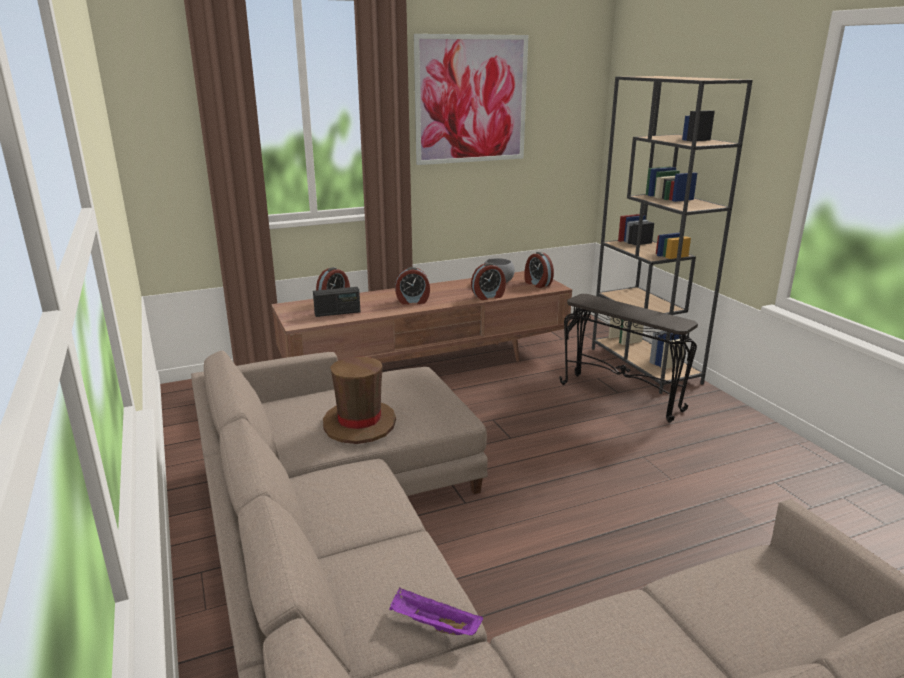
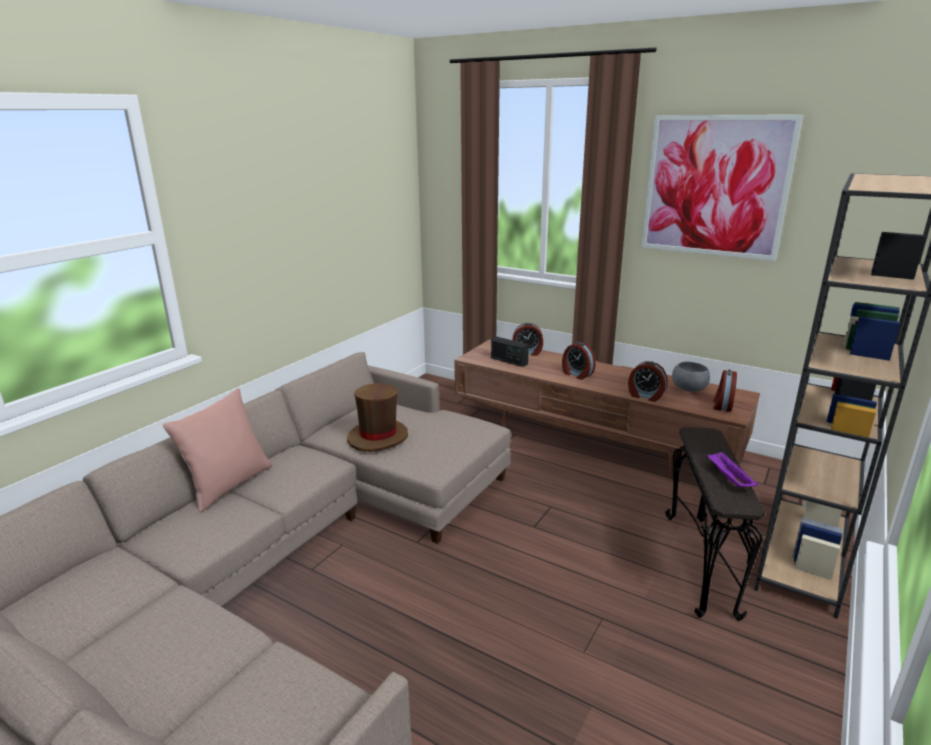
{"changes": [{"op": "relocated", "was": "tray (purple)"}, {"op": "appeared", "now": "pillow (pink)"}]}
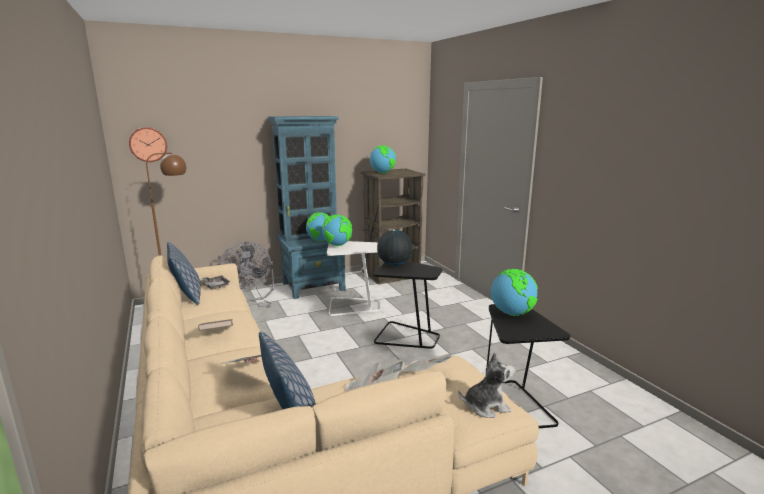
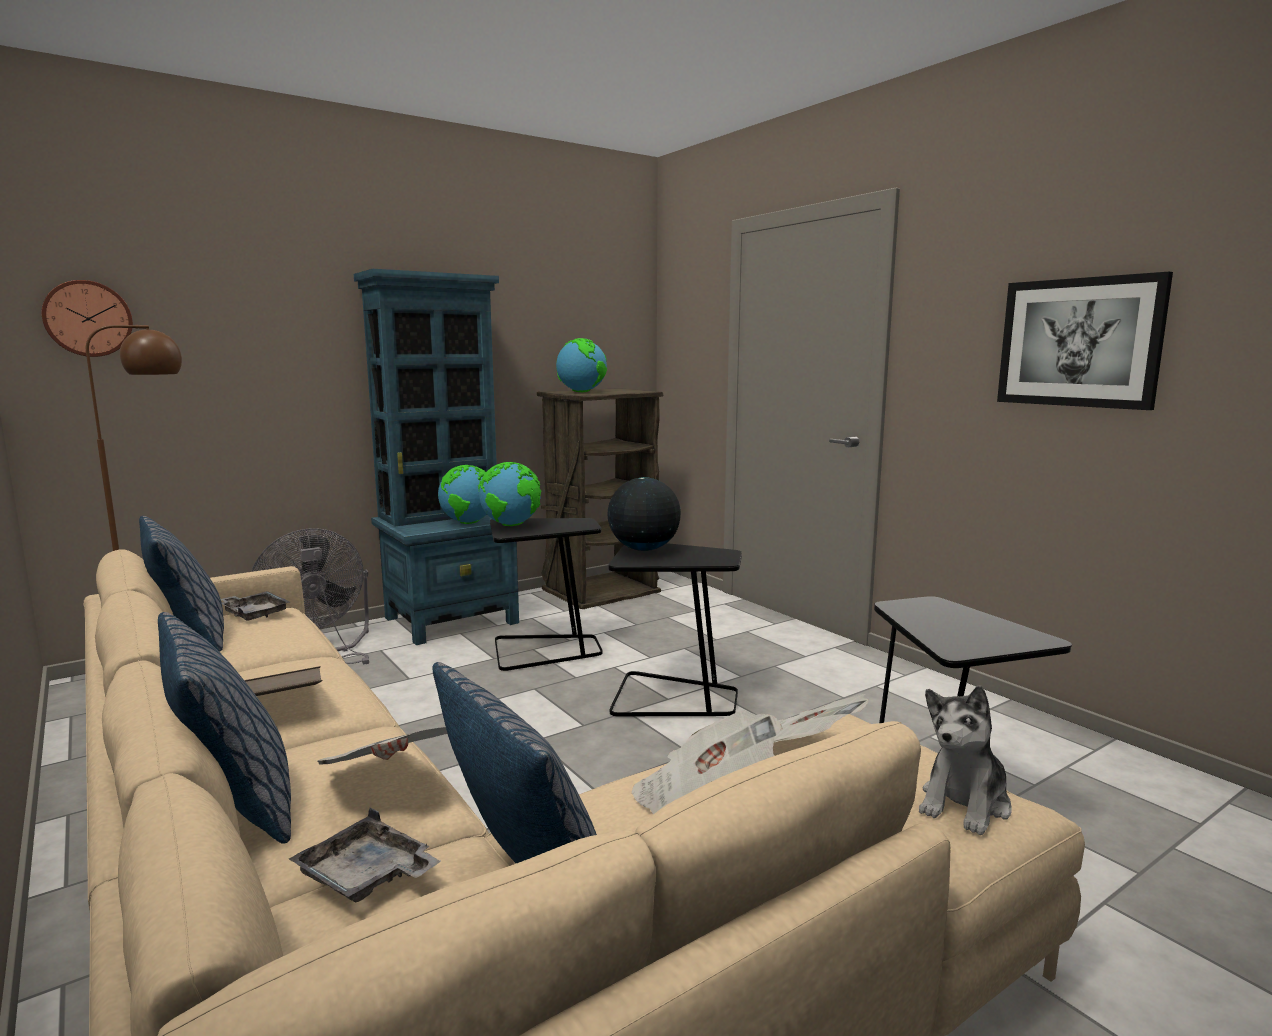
{"changes": [{"op": "colour", "was": "side table (white)", "now": "side table (black) (no. 1 from left)"}, {"op": "missing", "was": "globe (no. 5 from left)"}, {"op": "spun", "was": "plush toy", "clockwise": 150}, {"op": "appeared", "now": "picture"}, {"op": "appeared", "now": "pillow (no. 2 from left)"}, {"op": "appeared", "now": "tray (grey) (no. 2 from left)"}]}
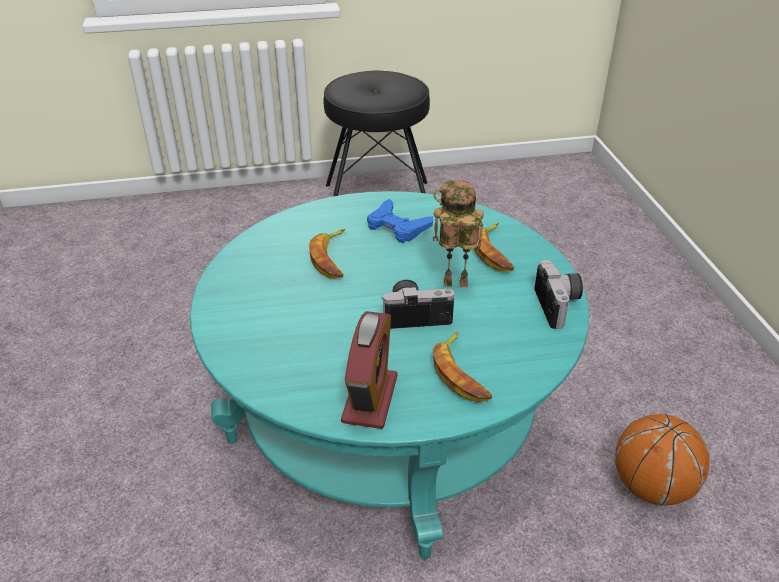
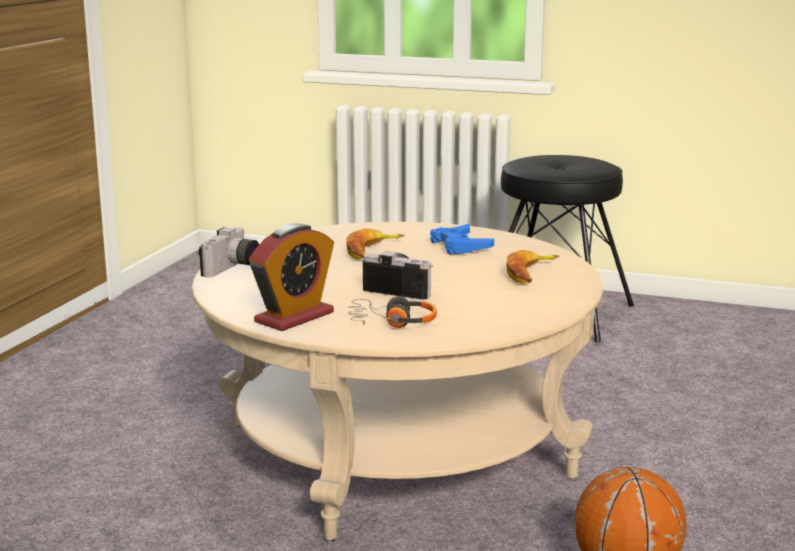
{"changes": [{"op": "missing", "was": "toy robot"}, {"op": "colour", "was": "coffee table (turquoise)", "now": "coffee table (beige)"}, {"op": "relocated", "was": "photo camera (no. 2 from left in the first image)", "now": "photo camera (no. 1 from left)"}, {"op": "exchanged", "was": "banana (no. 2 from left)", "now": "headphones"}]}
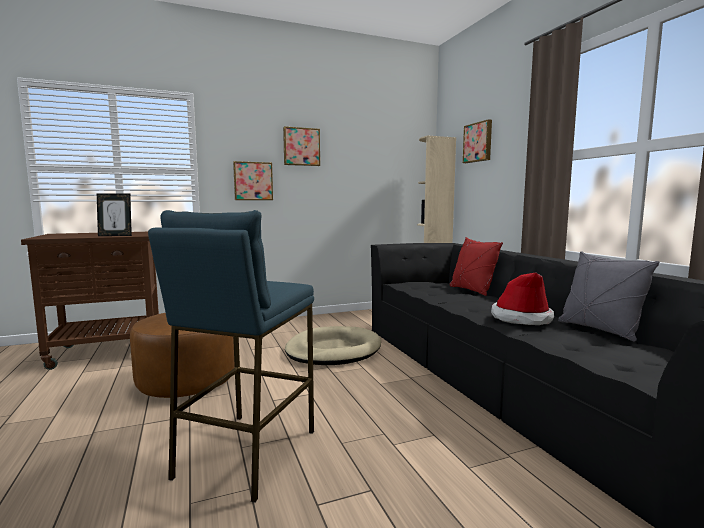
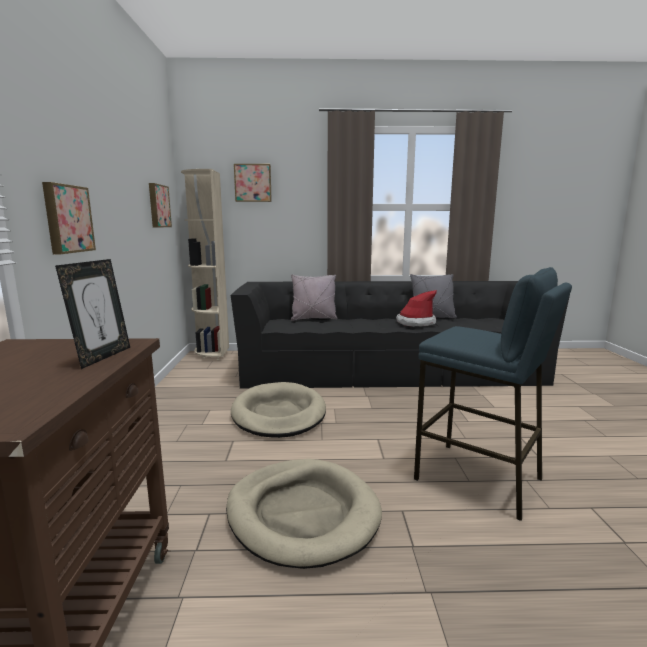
{"changes": [{"op": "relocated", "was": "picture (no. 2 from left)"}, {"op": "colour", "was": "pillow (red)", "now": "pillow (purple)"}, {"op": "exchanged", "was": "ottoman (brown)", "now": "dog bed (beige) (no. 2 from left)"}]}
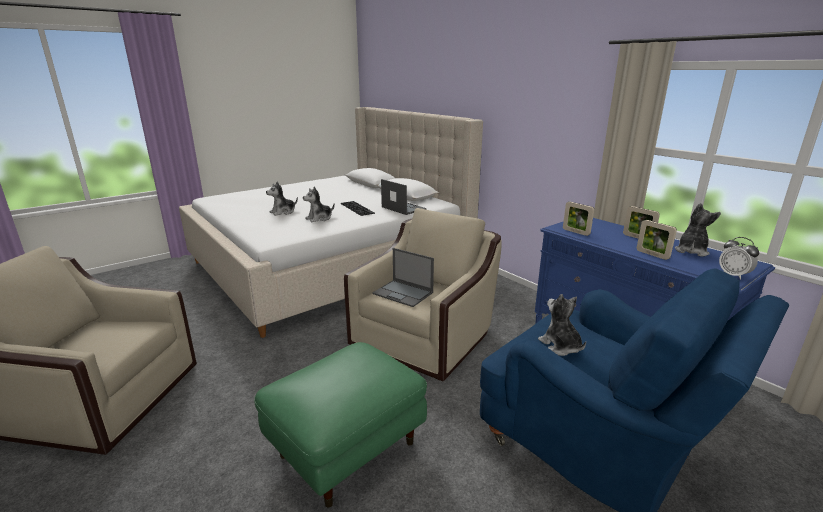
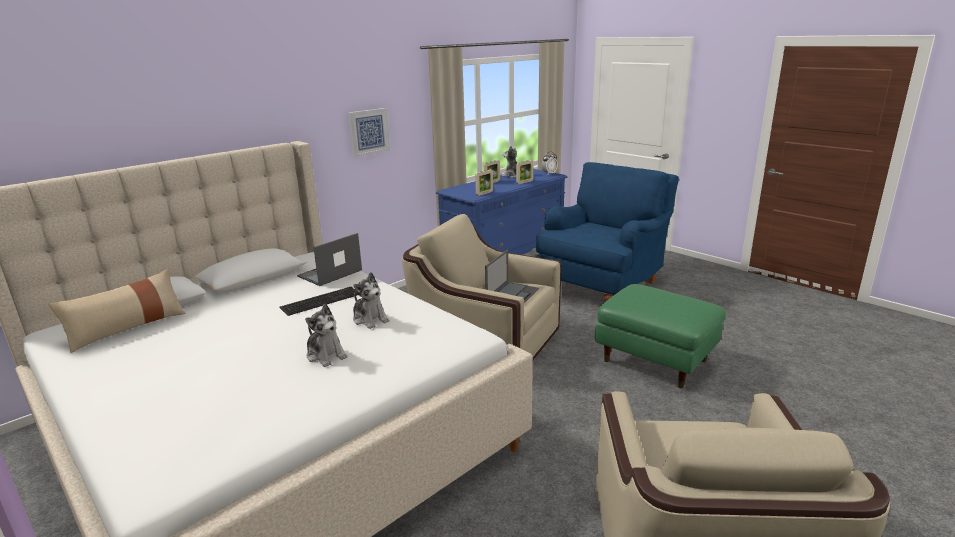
{"changes": [{"op": "missing", "was": "plush toy (no. 3 from left)"}, {"op": "appeared", "now": "picture"}, {"op": "appeared", "now": "pillow (beige)"}]}
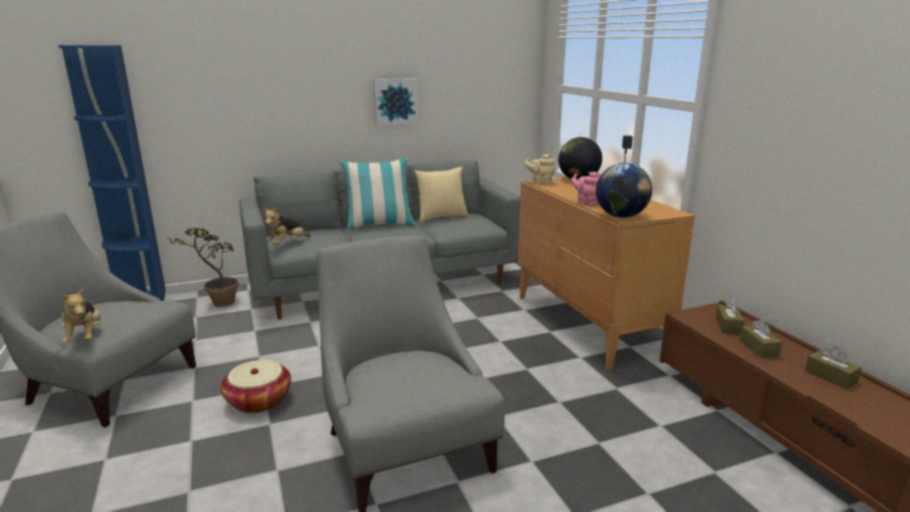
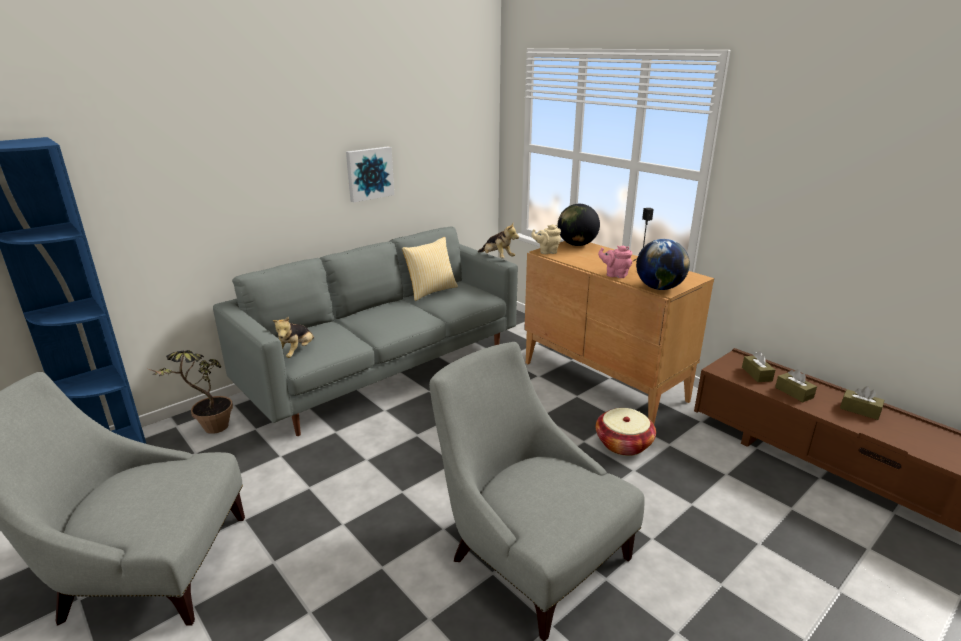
{"changes": [{"op": "missing", "was": "pillow (no. 1 from left)"}, {"op": "relocated", "was": "plush toy (no. 1 from left in the first image)", "now": "plush toy (no. 2 from left)"}, {"op": "relocated", "was": "basket"}]}
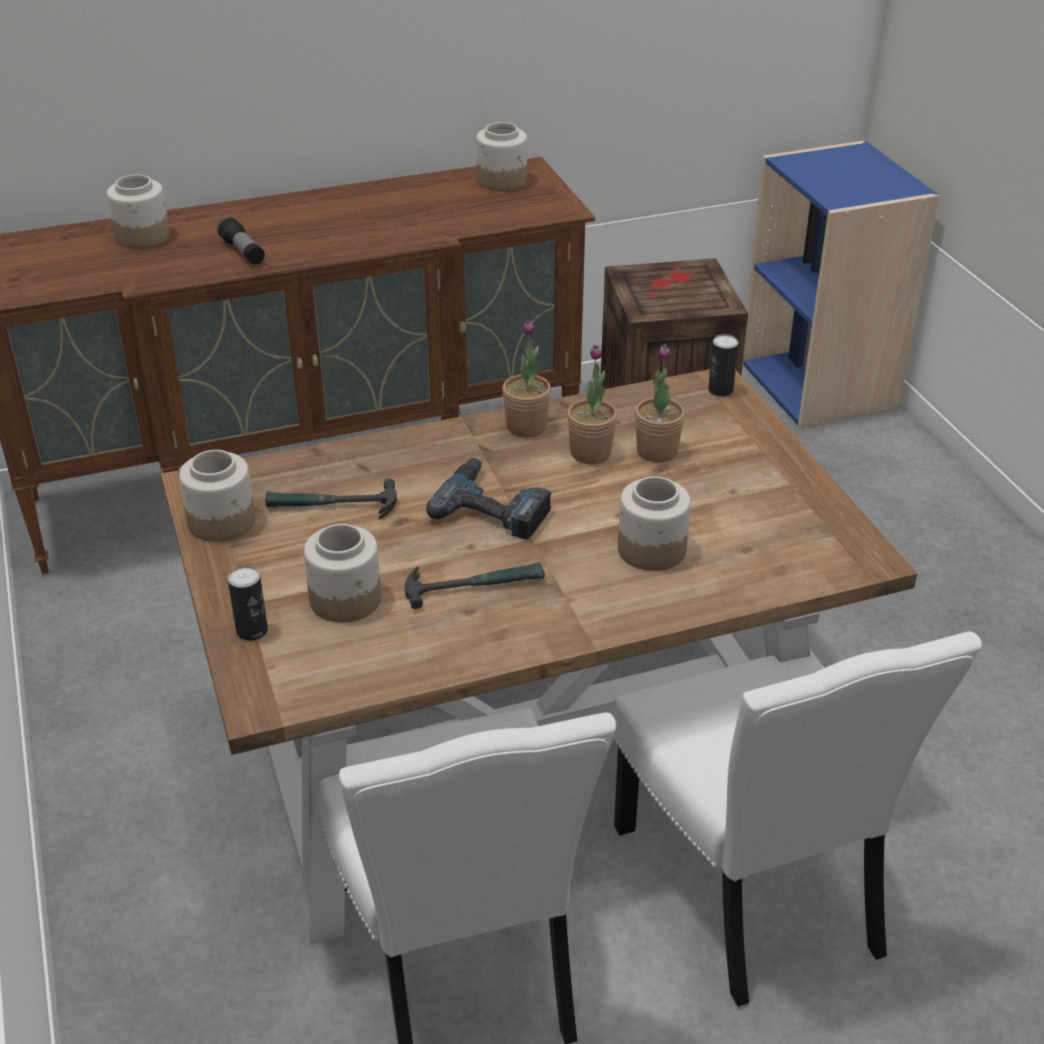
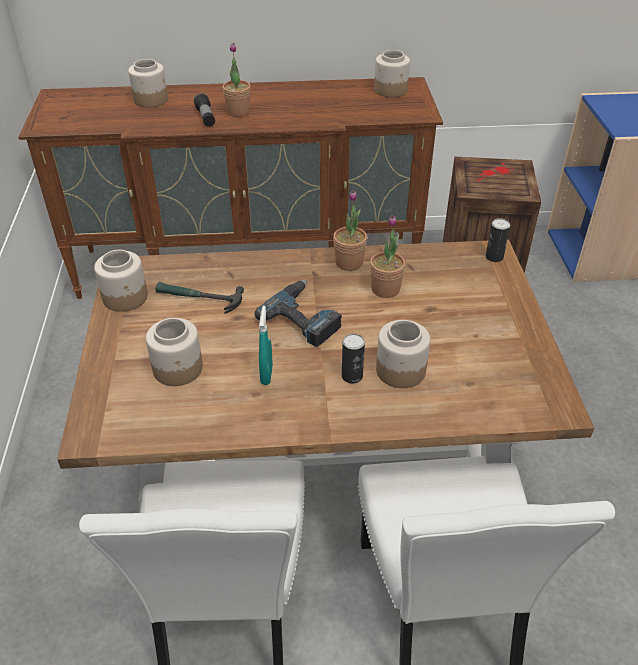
{"changes": [{"op": "relocated", "was": "potted plant (no. 3 from left in the first image)", "now": "potted plant (no. 1 from left)"}, {"op": "exchanged", "was": "hammer (no. 2 from left)", "now": "spray bottle (turquoise)"}, {"op": "relocated", "was": "can (no. 1 from left)"}]}
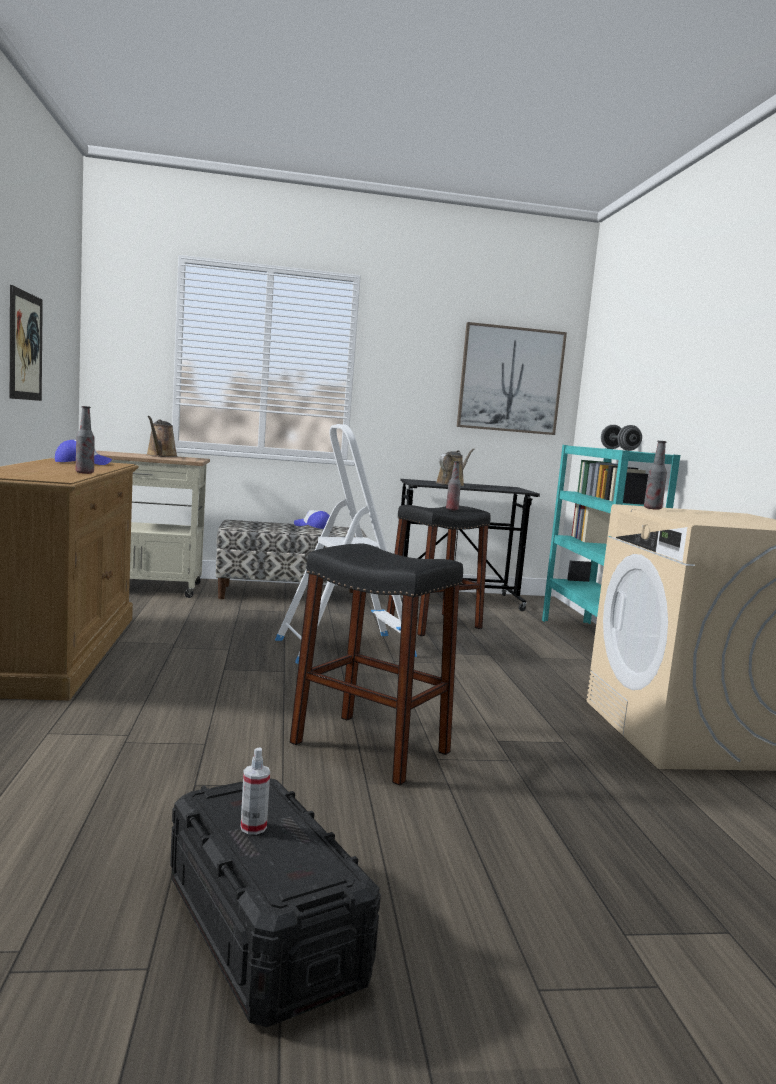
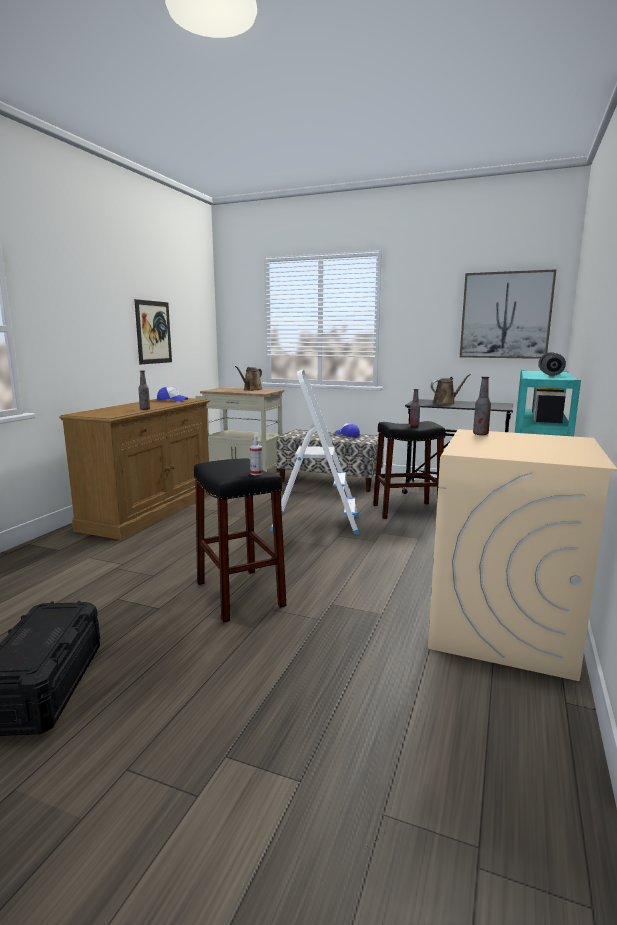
{"changes": [{"op": "relocated", "was": "spray bottle"}]}
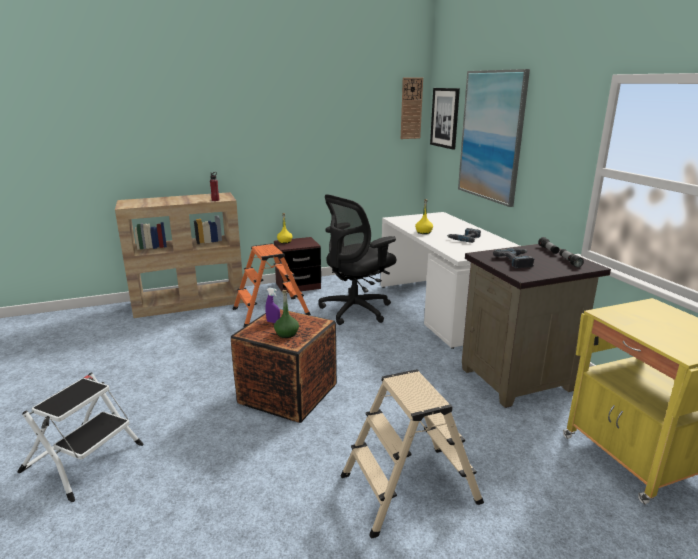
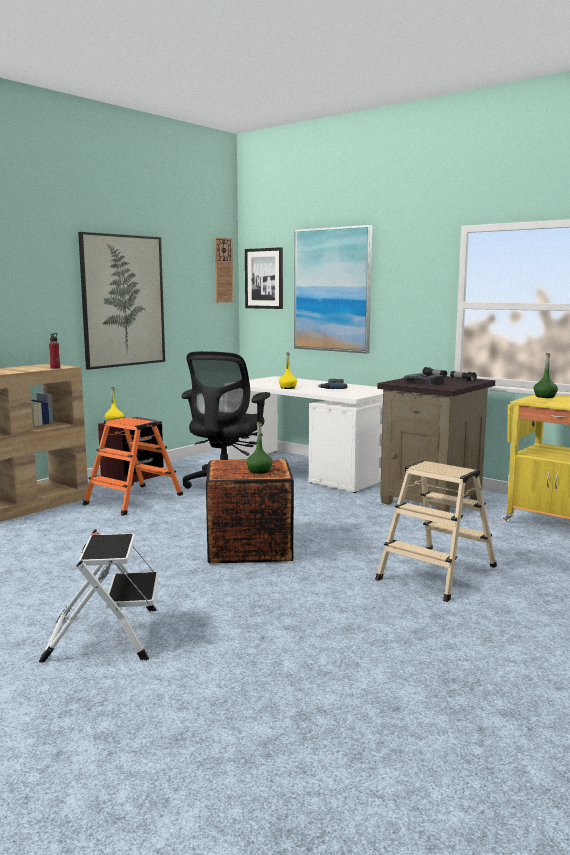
{"changes": [{"op": "missing", "was": "spray bottle (purple)"}, {"op": "appeared", "now": "picture (no. 1 from left)"}, {"op": "appeared", "now": "bottle (green) (no. 2 from left)"}]}
